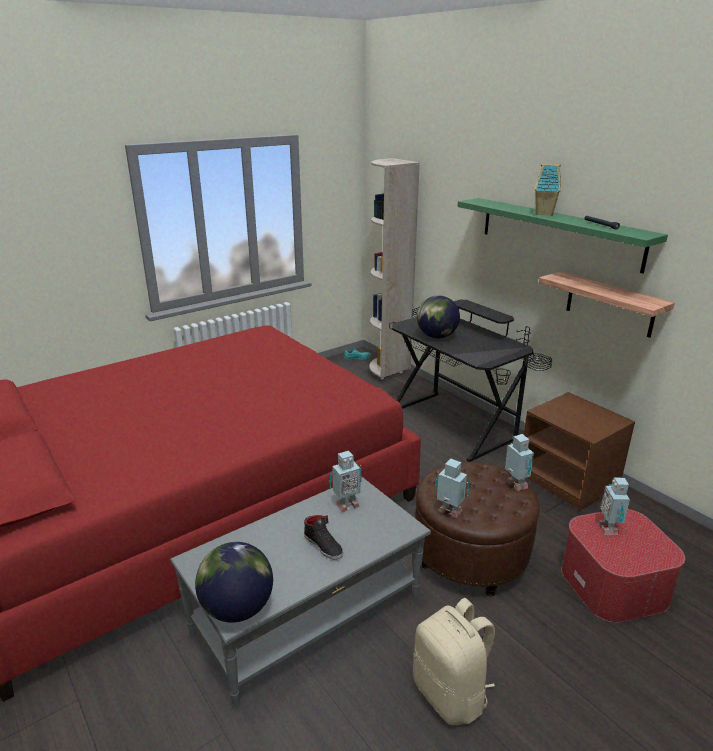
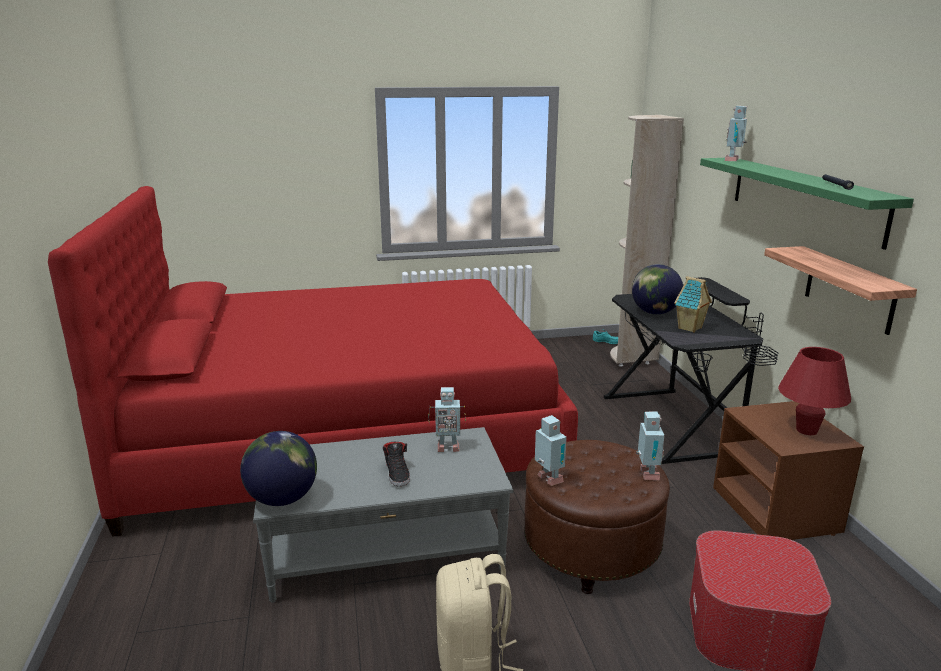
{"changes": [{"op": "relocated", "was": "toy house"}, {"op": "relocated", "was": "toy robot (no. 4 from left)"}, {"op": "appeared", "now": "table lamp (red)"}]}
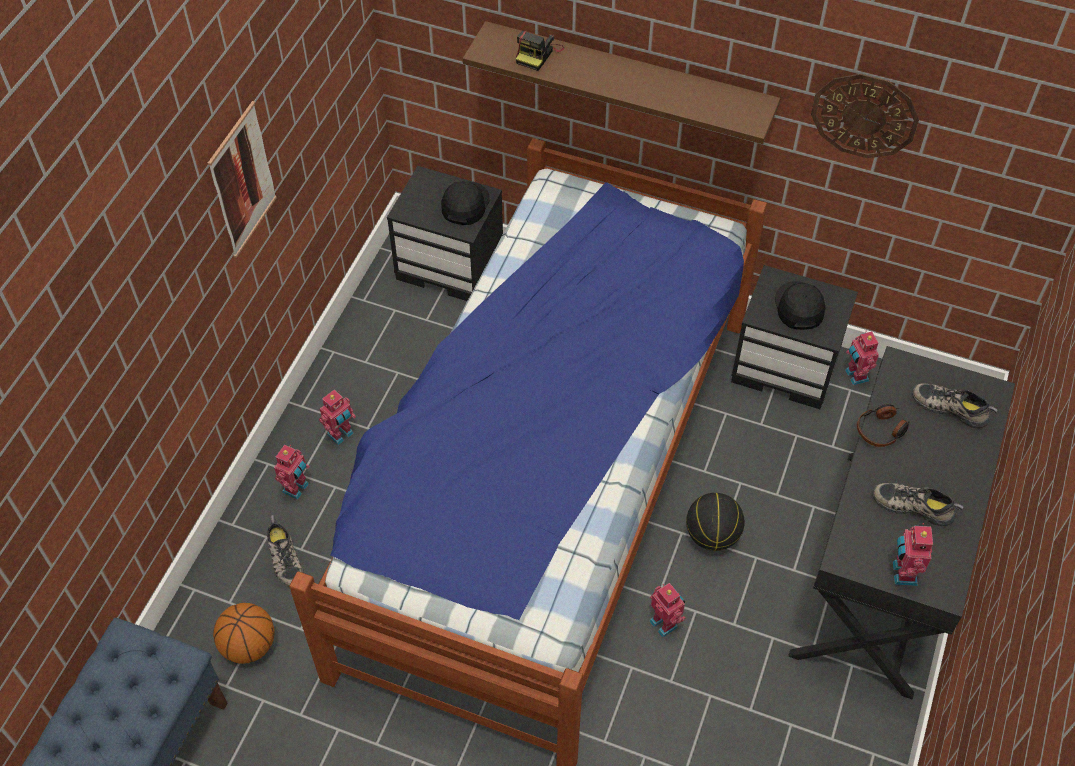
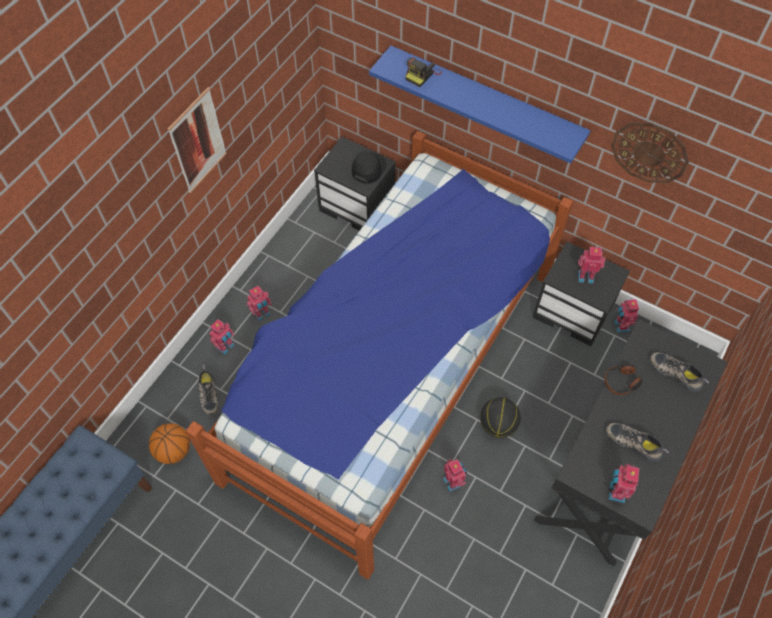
{"changes": [{"op": "colour", "was": "shelf (brown)", "now": "shelf (blue)"}, {"op": "exchanged", "was": "cap (black) (no. 2 from left)", "now": "toy robot (no. 4 from left)"}]}
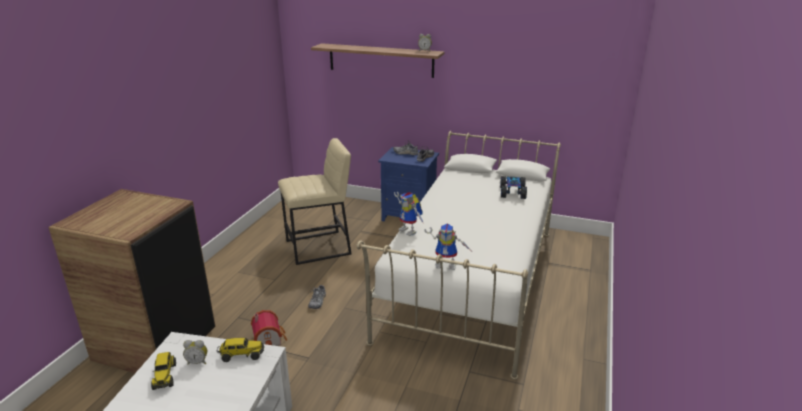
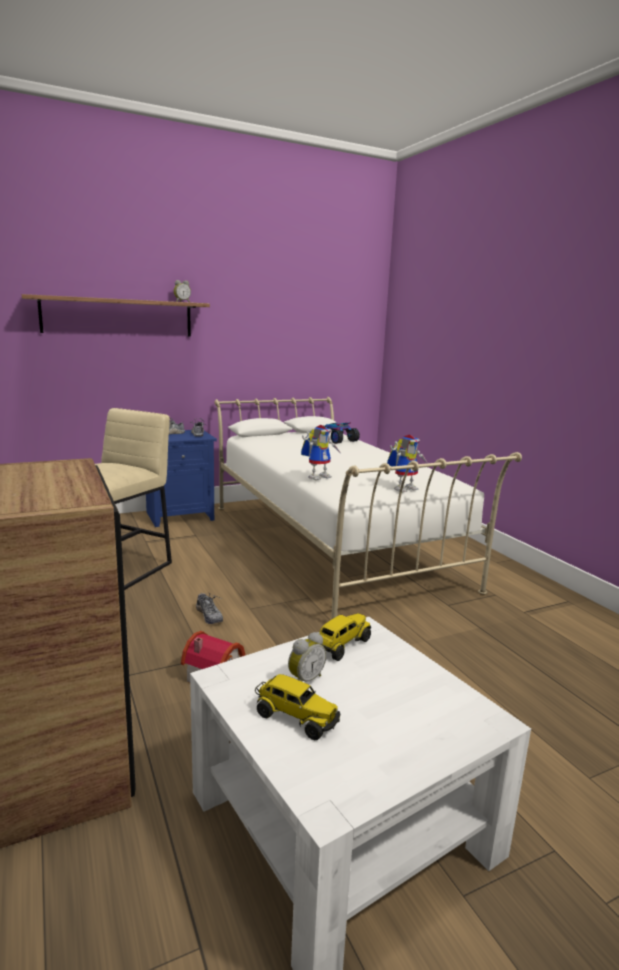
{"changes": [{"op": "spun", "was": "toy robot (no. 1 from left)", "clockwise": -45}]}
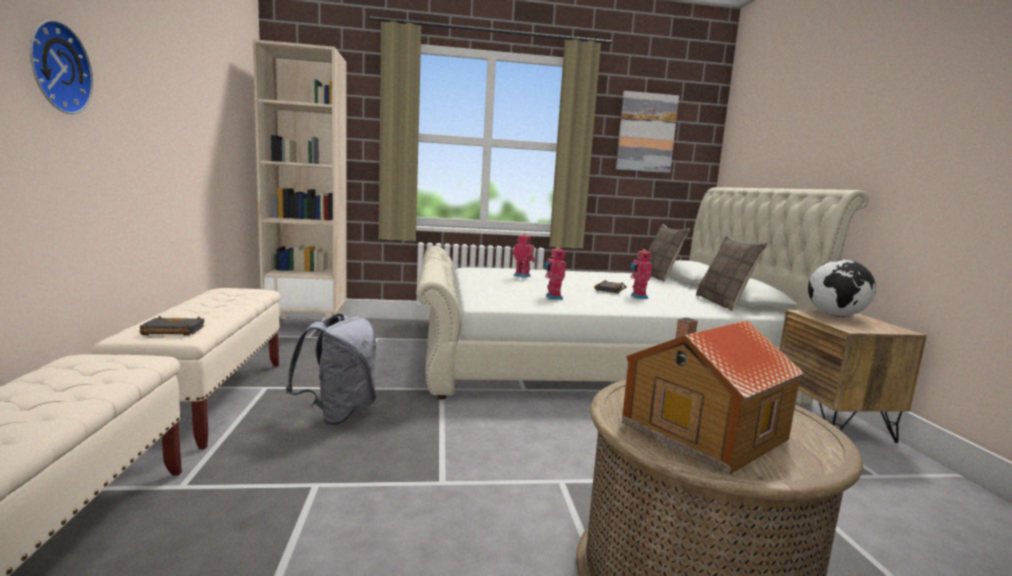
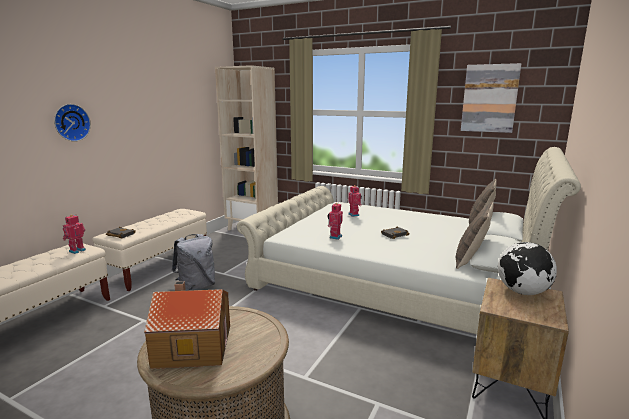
{"changes": [{"op": "relocated", "was": "toy robot (no. 3 from left in the first image)", "now": "toy robot (no. 1 from left)"}]}
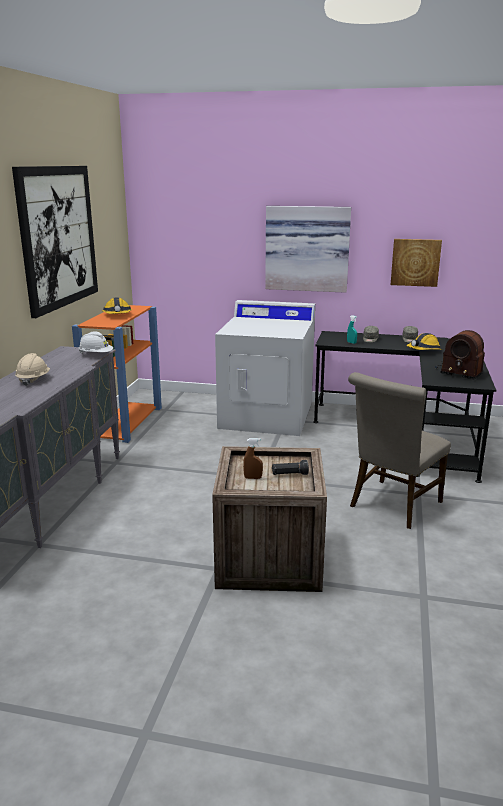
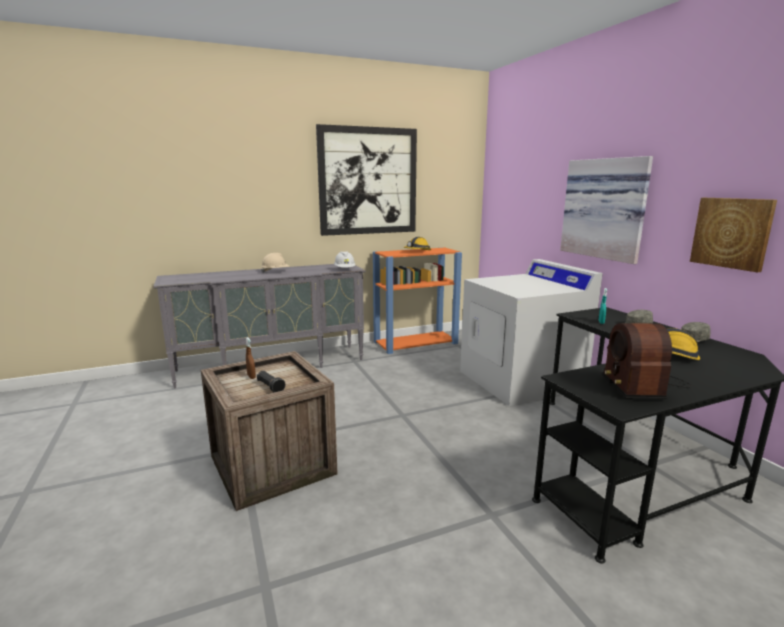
{"changes": [{"op": "missing", "was": "chair (beige)"}]}
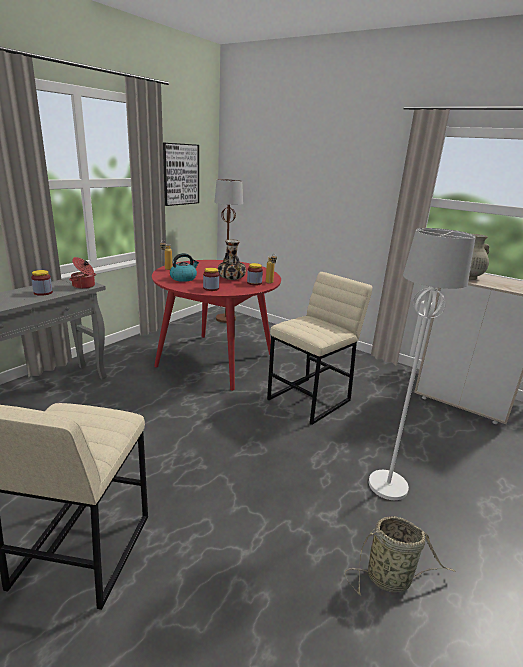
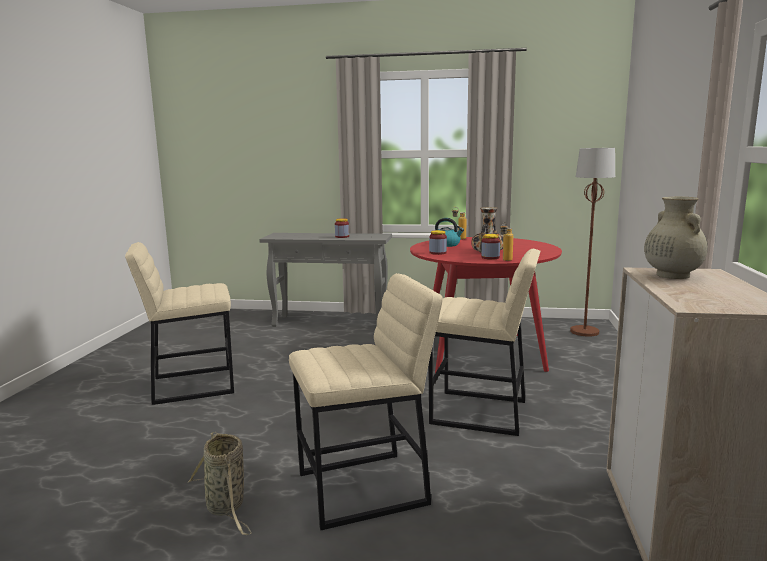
{"changes": [{"op": "missing", "was": "picture"}, {"op": "exchanged", "was": "floor lamp (white)", "now": "chair (beige) (no. 2 from left)"}, {"op": "missing", "was": "cooking pot"}]}
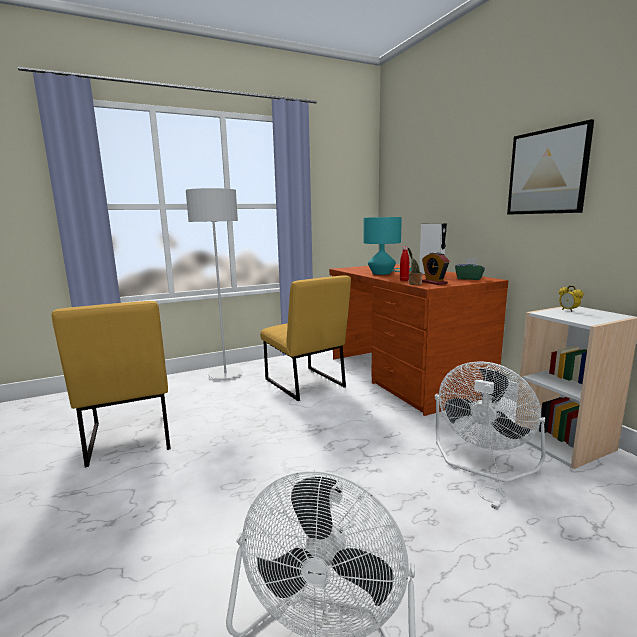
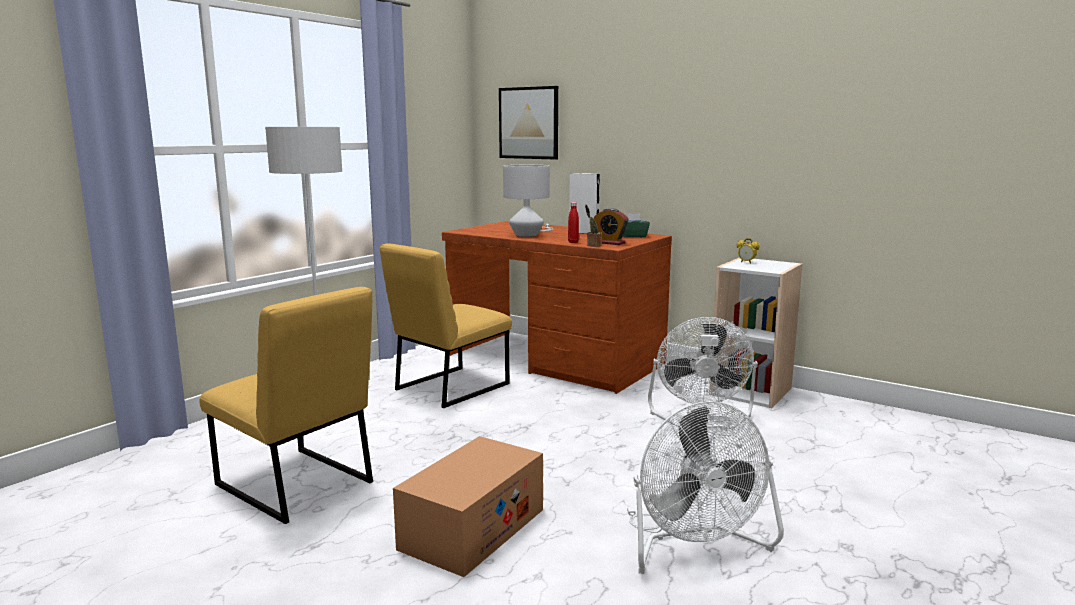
{"changes": [{"op": "relocated", "was": "picture"}, {"op": "colour", "was": "table lamp (turquoise)", "now": "table lamp (grey)"}, {"op": "spun", "was": "chair (yellow) (no. 2 from left)", "clockwise": 105}, {"op": "appeared", "now": "cardboard box"}]}
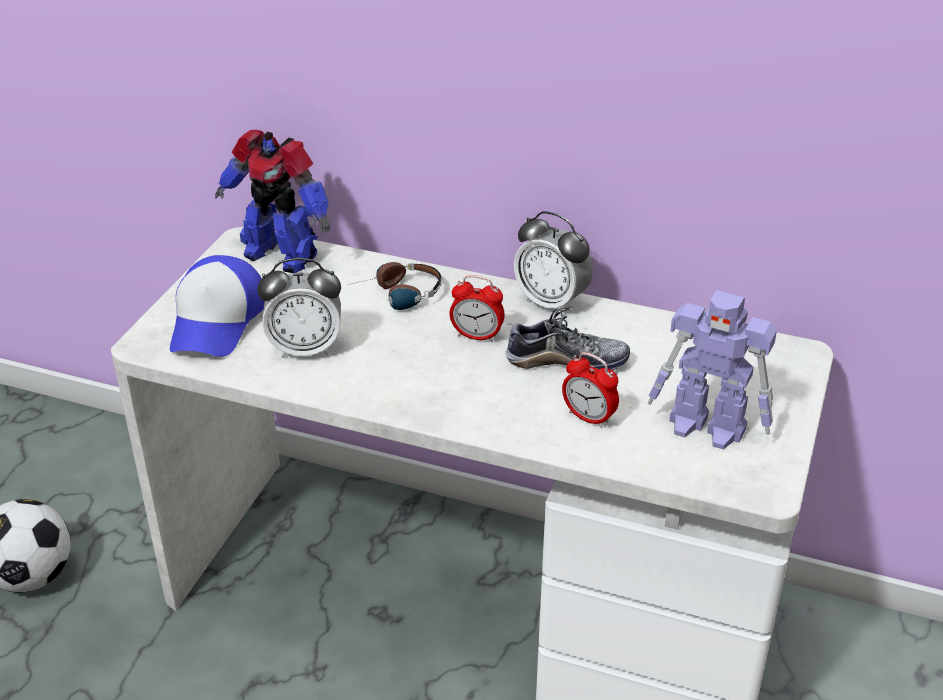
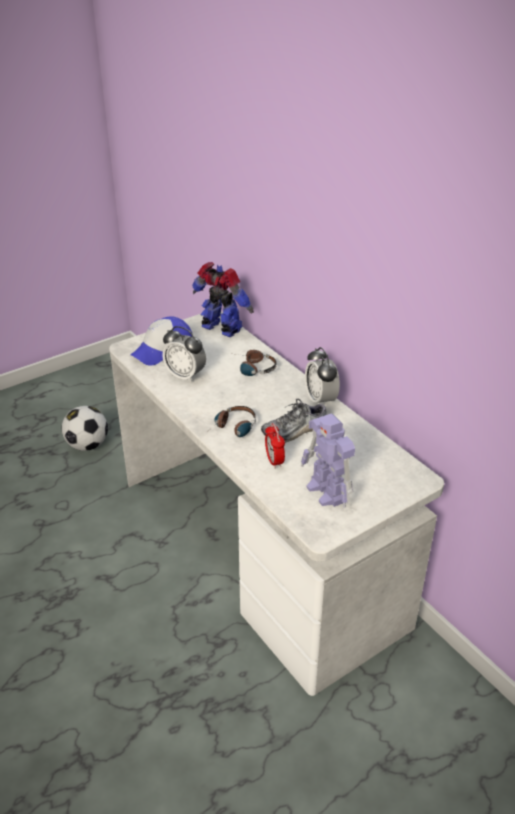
{"changes": [{"op": "spun", "was": "toy robot (no. 1 from left)", "clockwise": 150}, {"op": "missing", "was": "alarm clock (no. 2 from left)"}, {"op": "spun", "was": "shoe", "clockwise": 120}, {"op": "appeared", "now": "headphones (no. 1 from left)"}]}
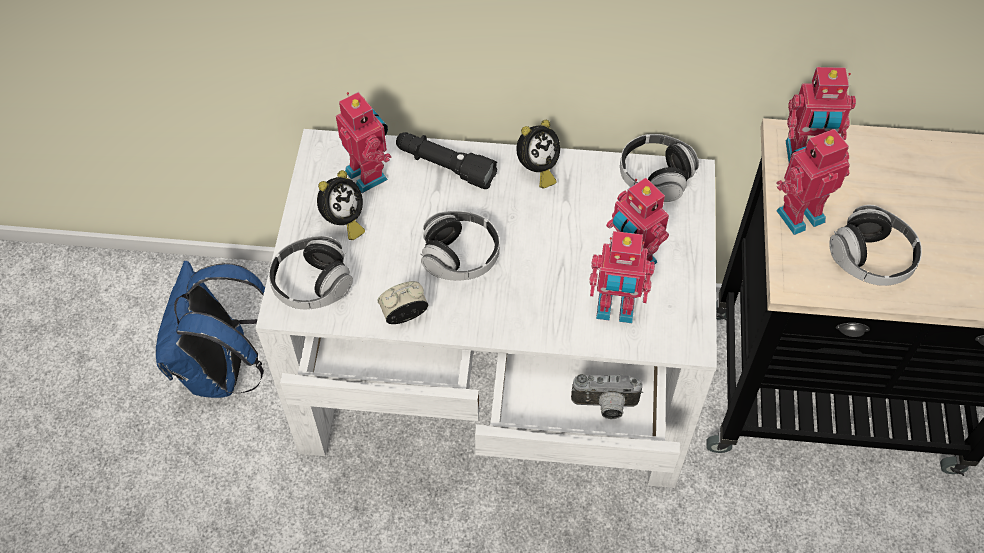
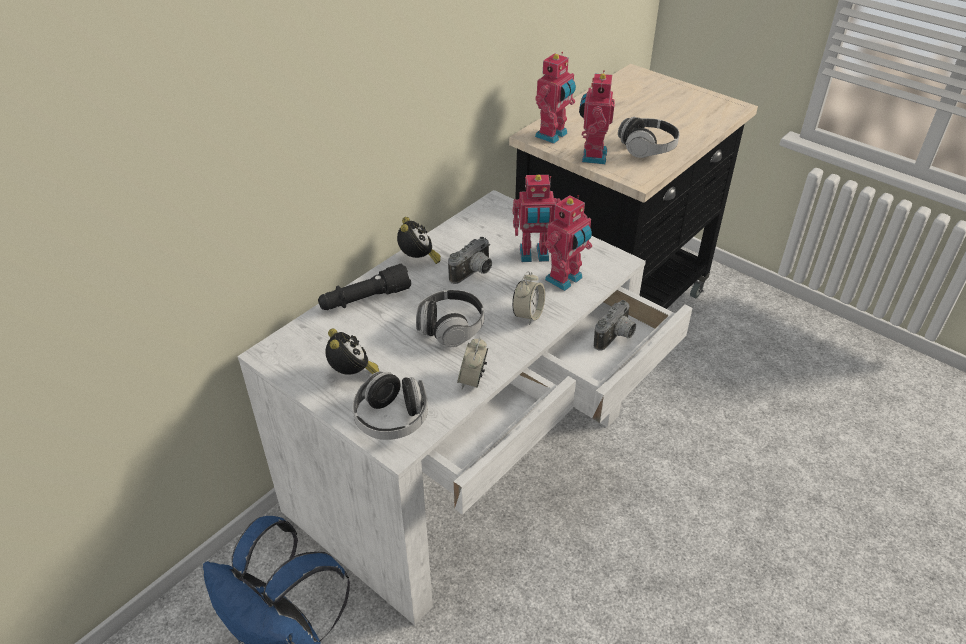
{"changes": [{"op": "missing", "was": "toy robot (no. 1 from left)"}, {"op": "missing", "was": "headphones (no. 3 from left)"}, {"op": "appeared", "now": "photo camera (no. 1 from left)"}, {"op": "appeared", "now": "alarm clock (no. 4 from left)"}]}
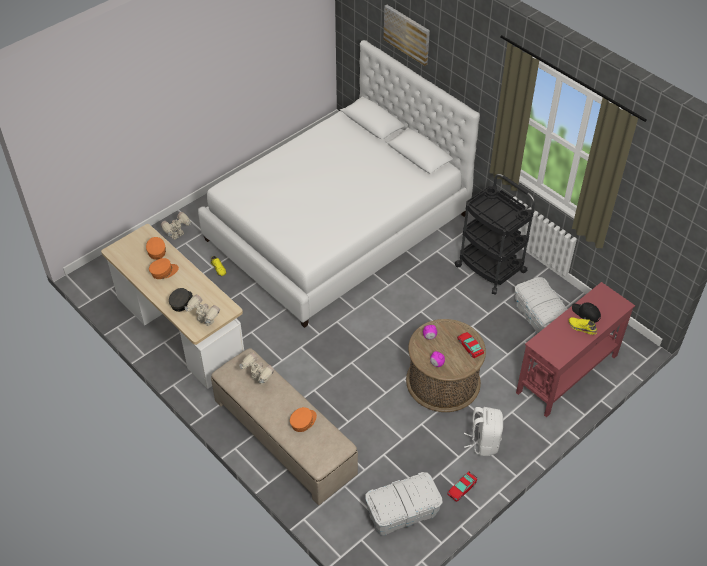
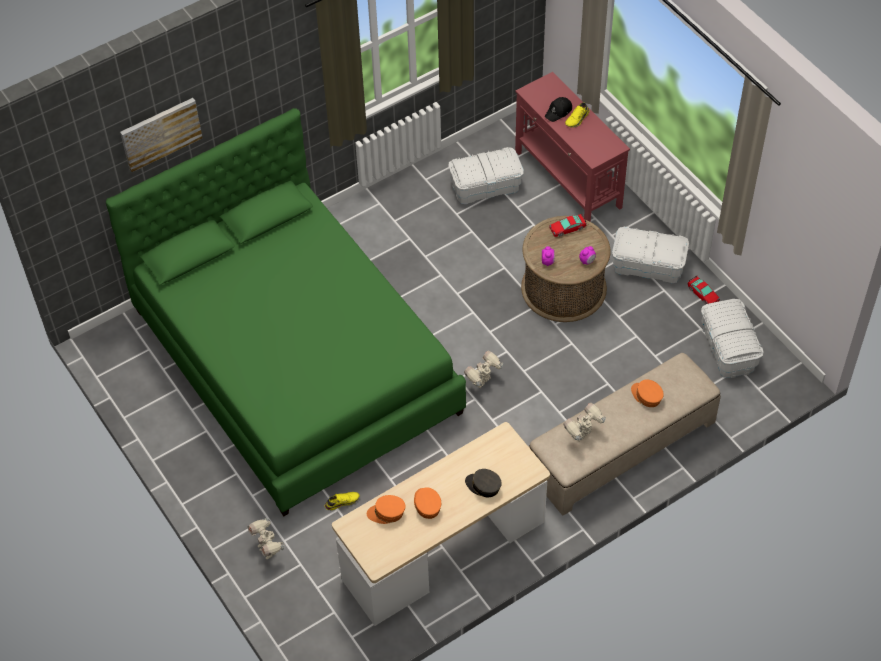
{"changes": [{"op": "colour", "was": "bed (white)", "now": "bed (green)"}, {"op": "missing", "was": "cart (black)"}, {"op": "relocated", "was": "toy robot (no. 2 from left)"}, {"op": "exchanged", "was": "backpack (white)", "now": "storage box (white) (no. 2 from left)"}]}
